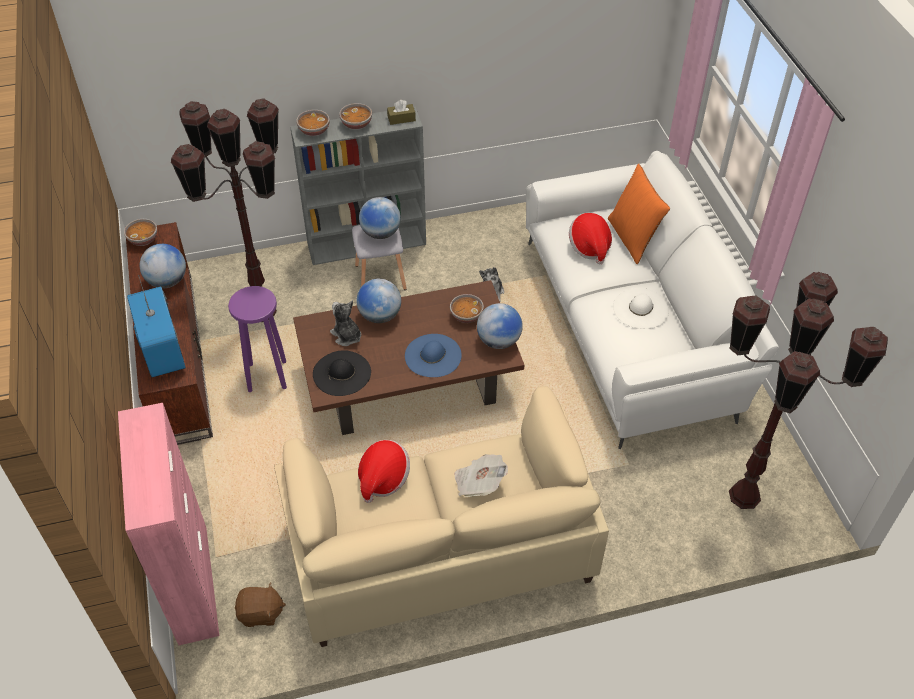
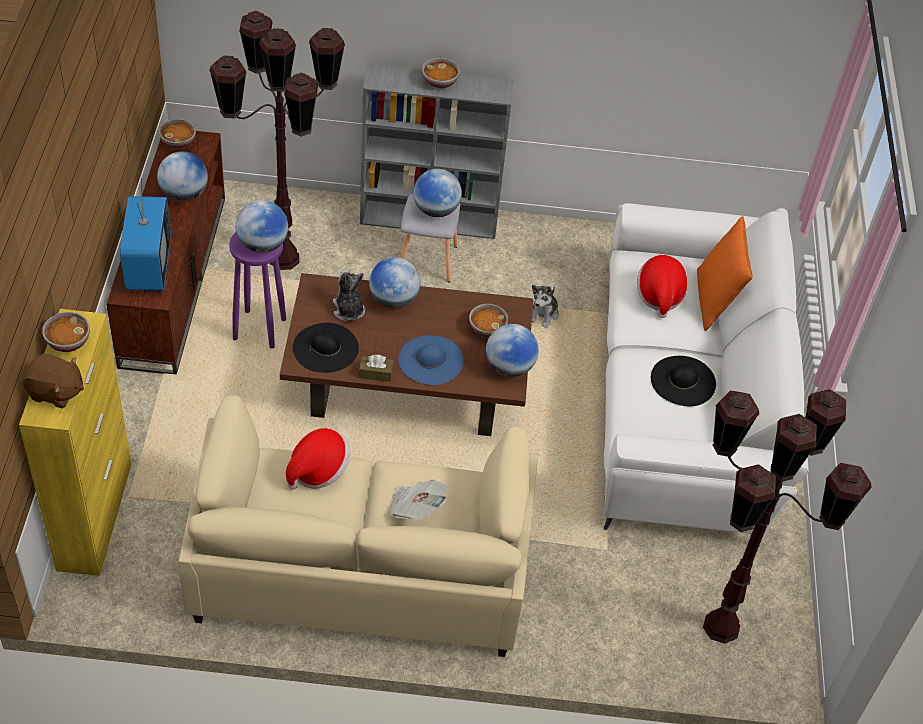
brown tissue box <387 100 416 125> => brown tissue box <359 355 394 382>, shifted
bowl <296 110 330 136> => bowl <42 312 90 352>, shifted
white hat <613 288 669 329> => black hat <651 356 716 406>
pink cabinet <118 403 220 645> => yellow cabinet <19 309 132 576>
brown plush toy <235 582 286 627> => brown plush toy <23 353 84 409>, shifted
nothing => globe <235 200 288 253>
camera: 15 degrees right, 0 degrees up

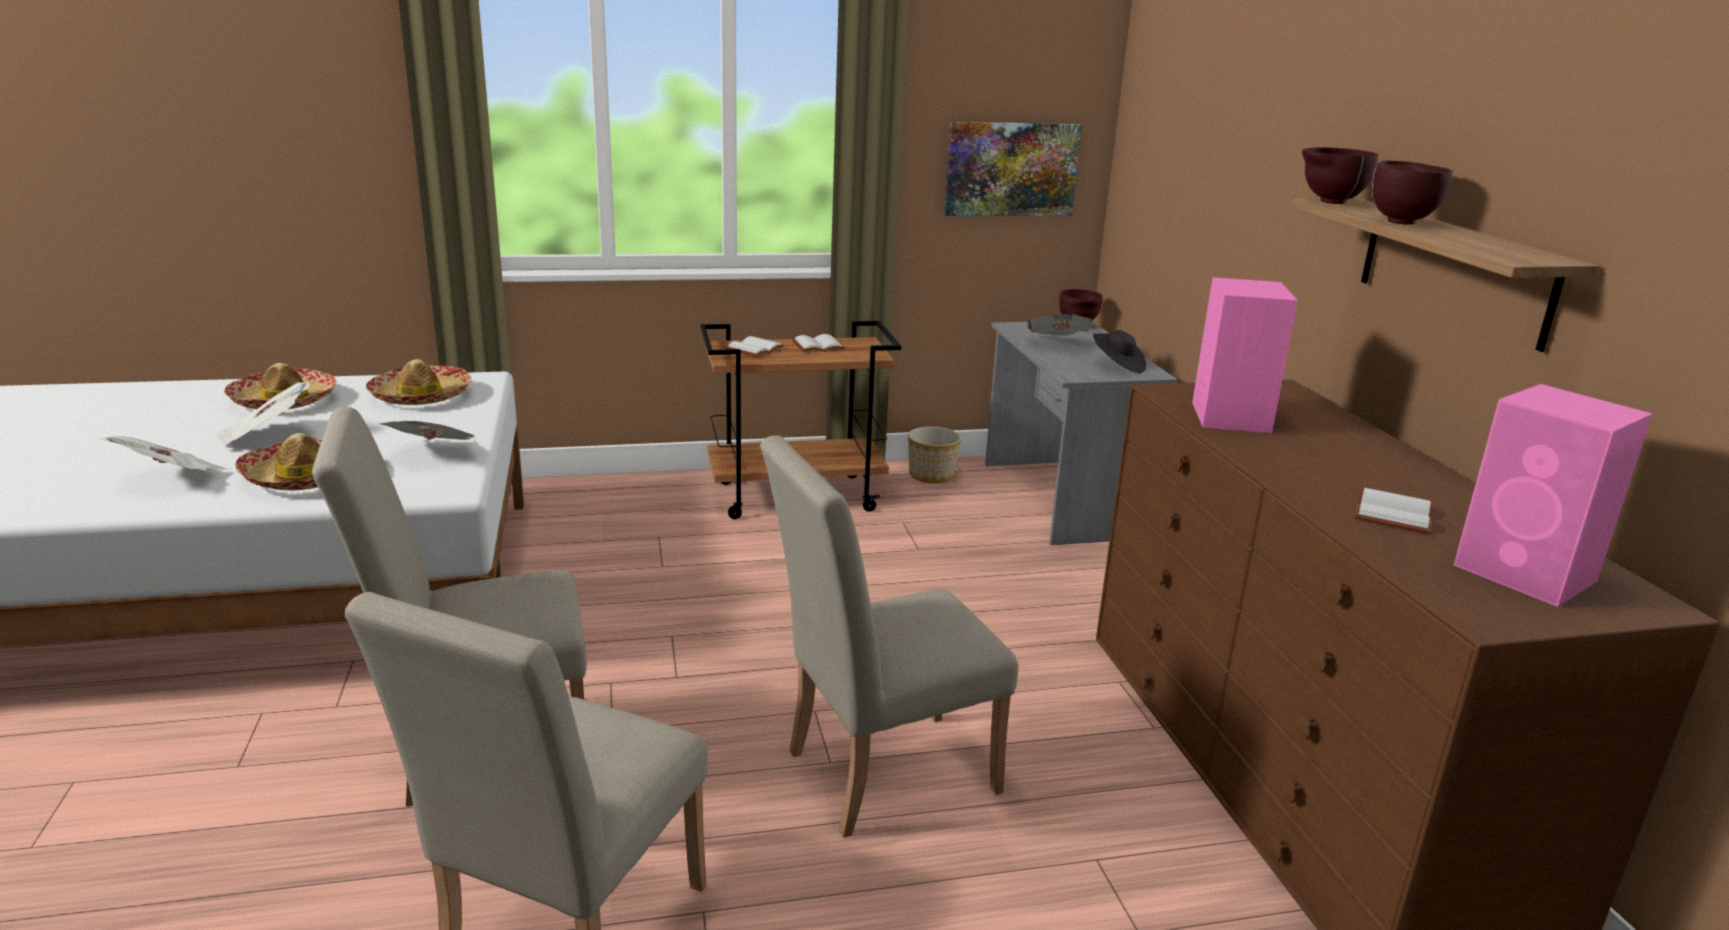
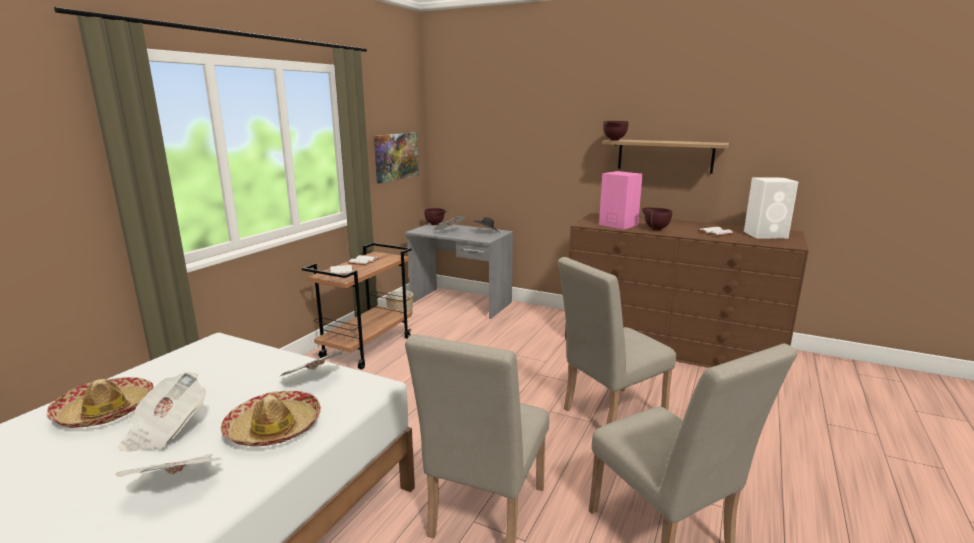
brown bowl <1371 161 1453 225> => brown bowl <642 207 672 231>, shifted
hat <366 359 471 405> => nothing
pink speaker <1454 384 1652 607> => white speaker <744 178 798 239>
beige chair <760 435 1019 838> => beige chair <558 257 676 425>, 45 degrees clockwise
camera: 50 degrees left, 5 degrees down

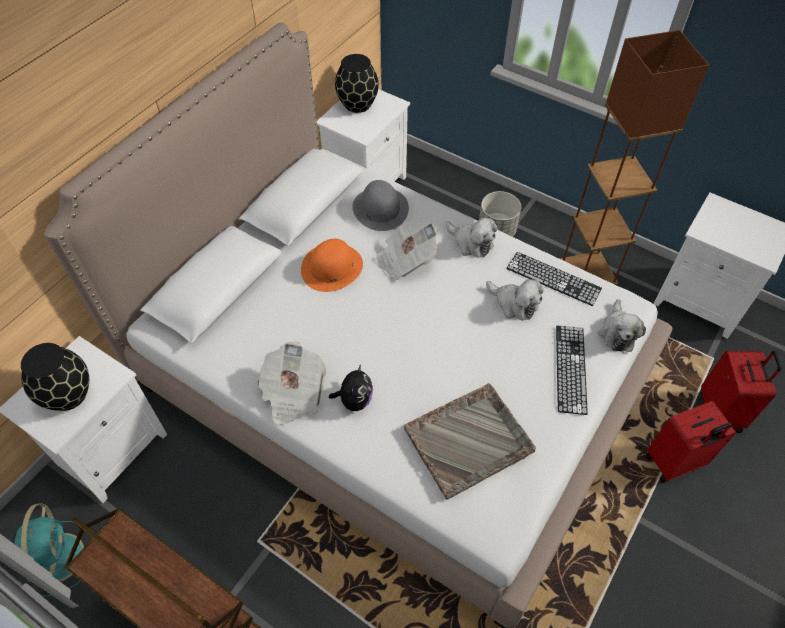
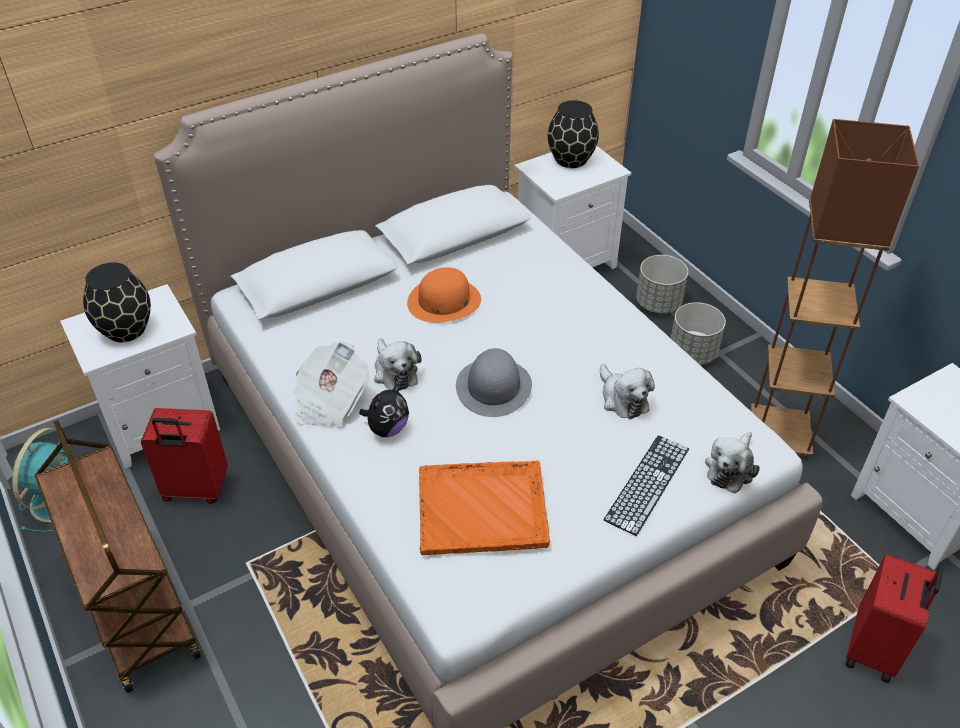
grey hat <352 180 409 231> => grey hat <456 348 532 417>, shifted
newspaper <374 218 438 280> => nothing
plush toy <445 218 497 258> => plush toy <374 338 422 391>, shifted
keyboard <506 252 602 306> => nothing
grey tray <404 383 536 500> => orange tray <419 460 550 555>
red suitcase <645 401 736 483> => red suitcase <141 408 228 504>, shifted
nothing => grey planter <636 255 688 313>
camera: 25 degrees right, 10 degrees down

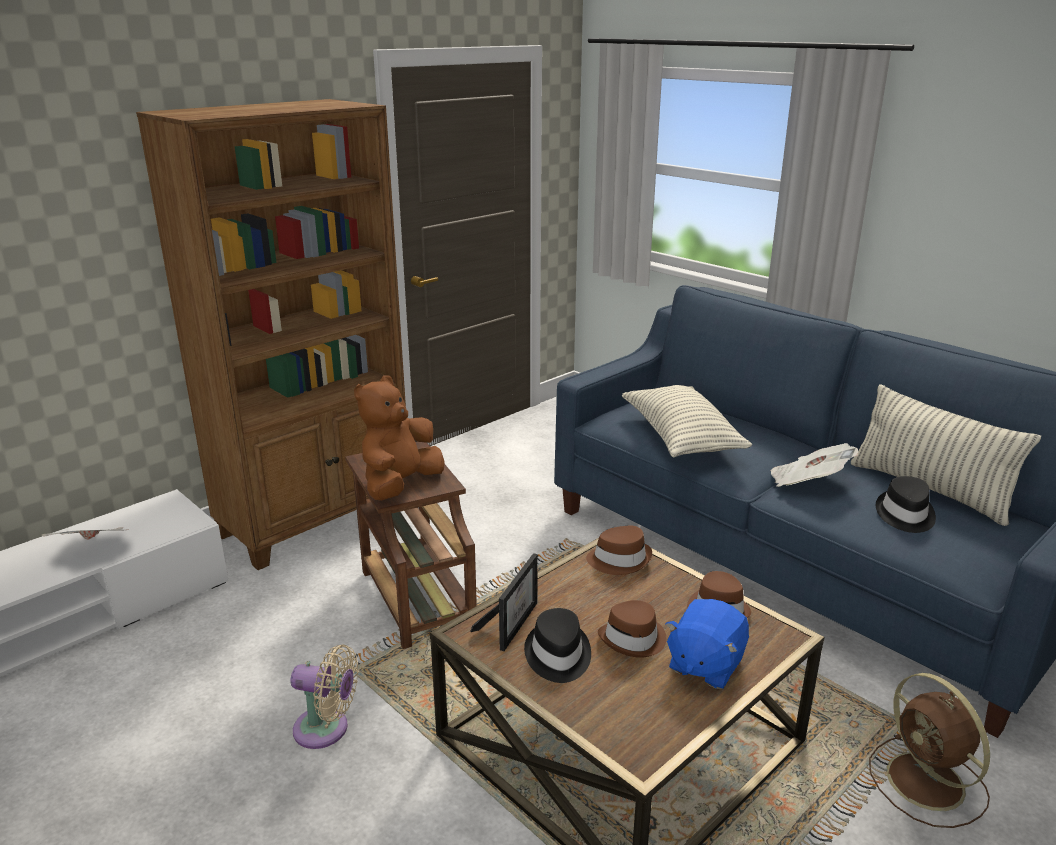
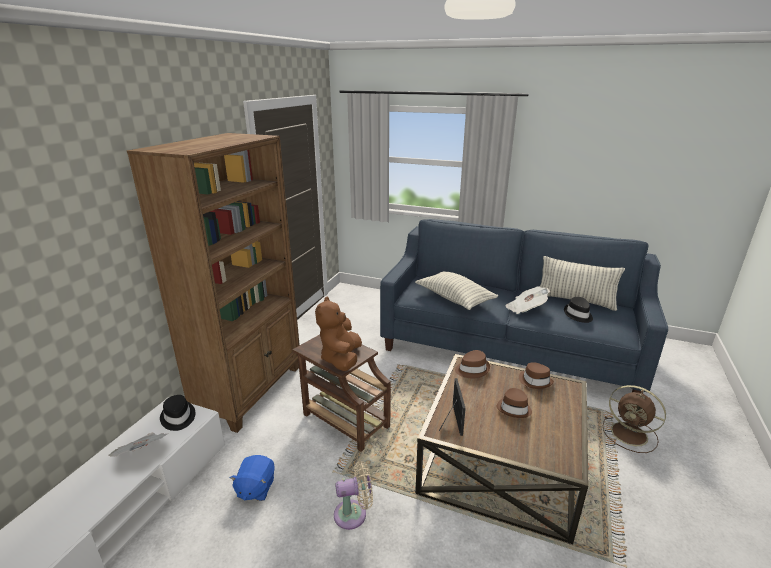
blue plush toy <665 599 749 689> => blue plush toy <230 455 275 501>, shifted
black hat <524 608 591 683> => black hat <160 395 195 431>, shifted
camera: 25 degrees left, 0 degrees up

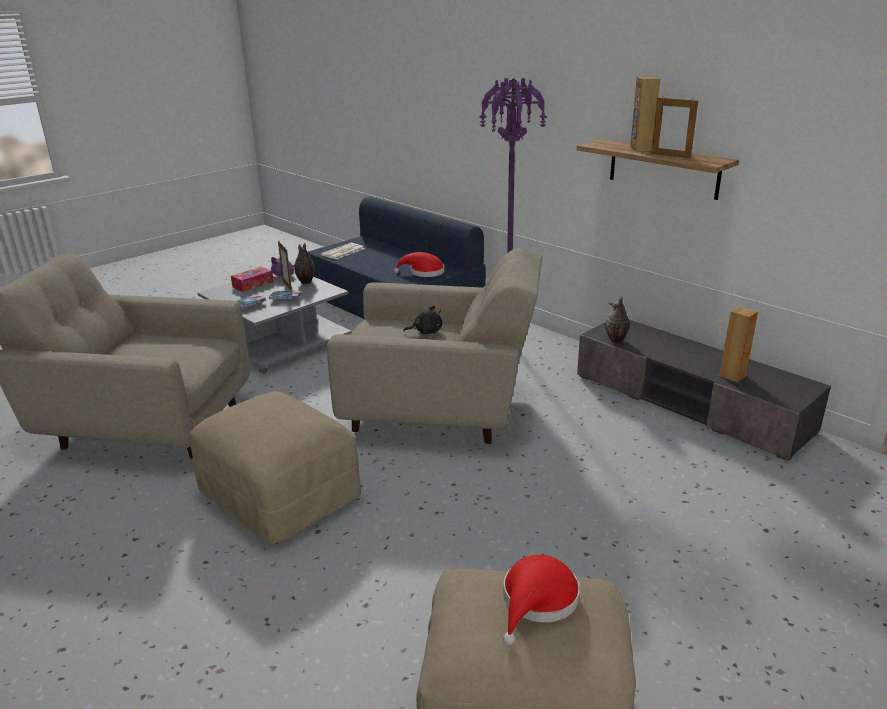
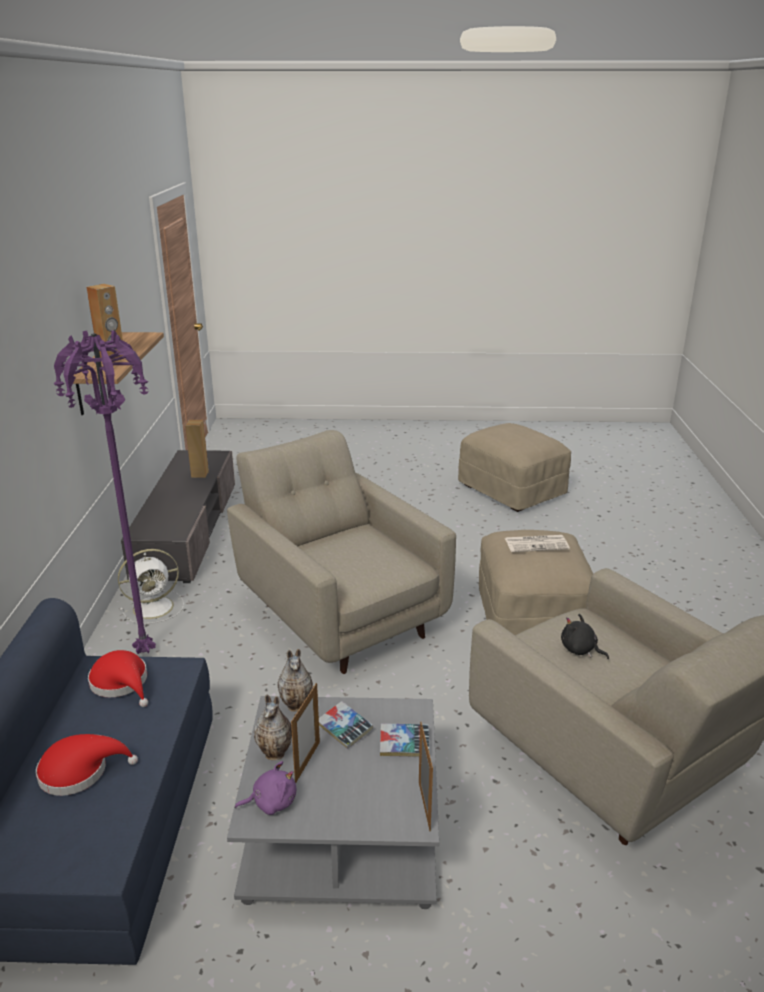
picture frame <651 97 698 159> => picture frame <419 721 433 831>, shifted
newspaper <321 243 365 259> => newspaper <505 535 570 552>, shifted
tissue box <231 266 274 292> => nothing
vase <605 296 630 344> => vase <277 649 313 712>, shifted
black plush toy <403 306 442 334> => black plush toy <561 614 609 659>, shifted
red hat <503 555 580 645> => red hat <36 734 138 796>, shifted
nothing => white fan <118 549 184 624>
camera: 135 degrees left, 0 degrees up

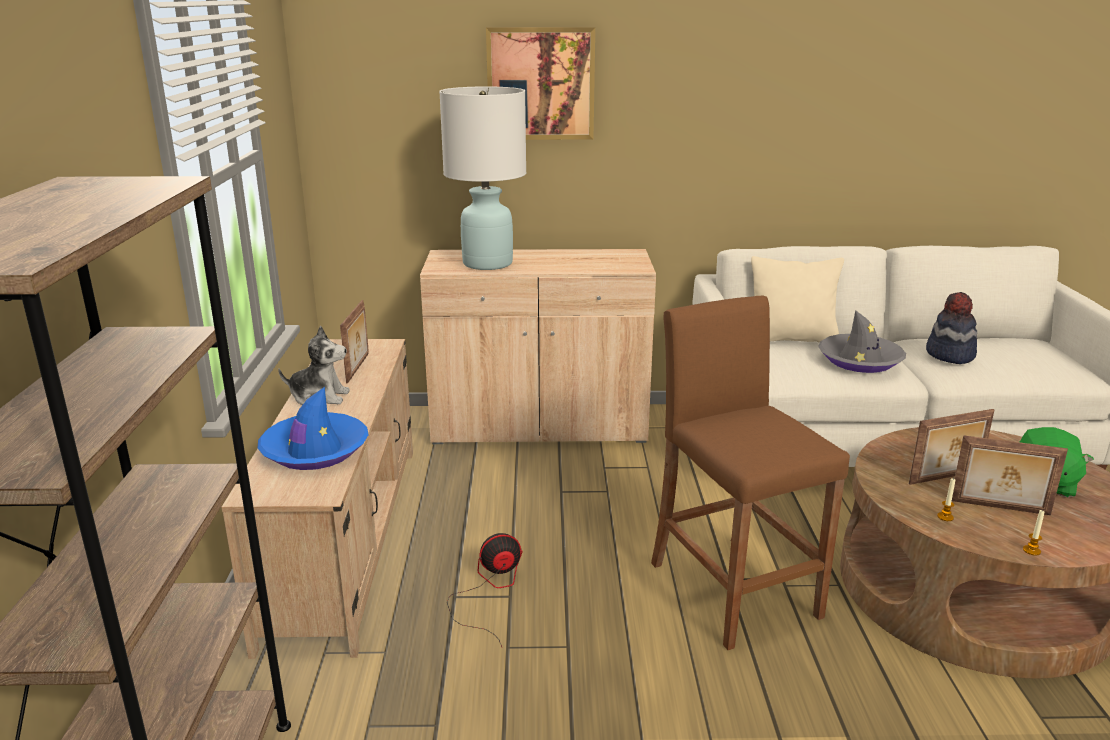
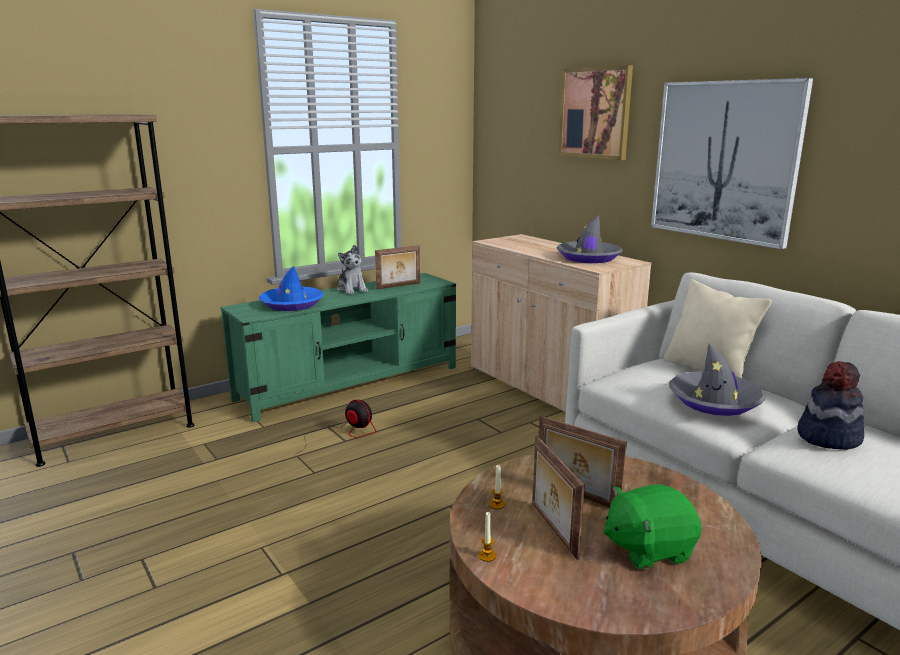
white table lamp <439 86 526 270> => nothing
brown stool <651 296 850 650> => nothing
beige tv stand <221 339 413 659> => green tv stand <221 273 456 422>
nothing => picture <651 78 813 249>
nothing => grey hat <557 215 623 263>
camera: 55 degrees right, 5 degrees down

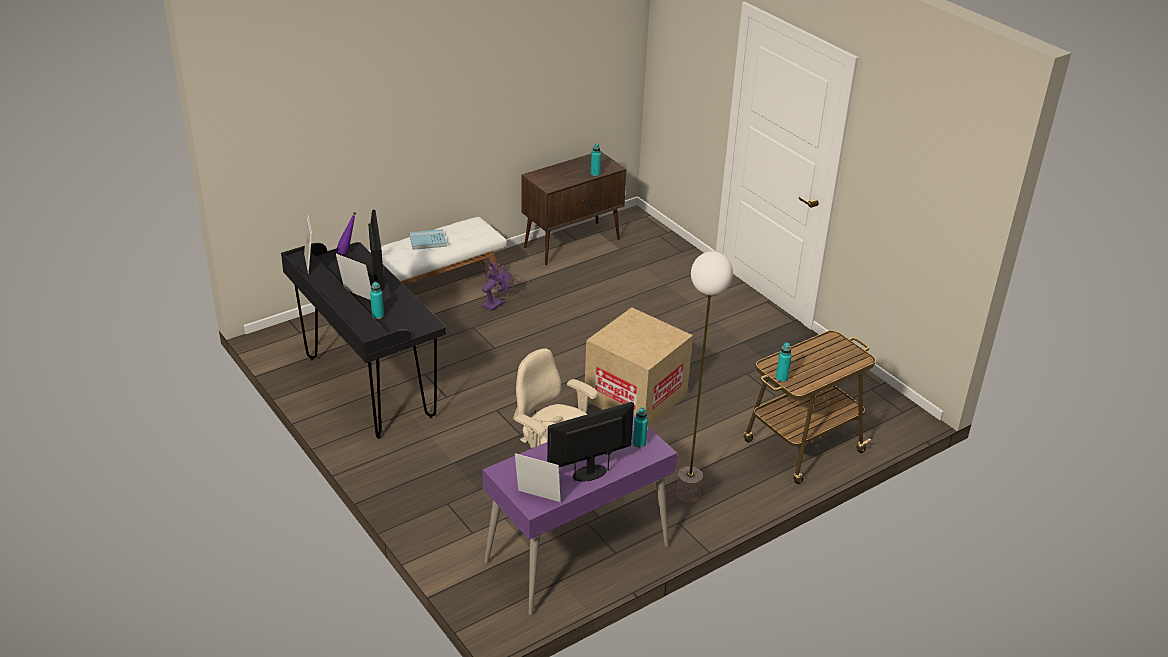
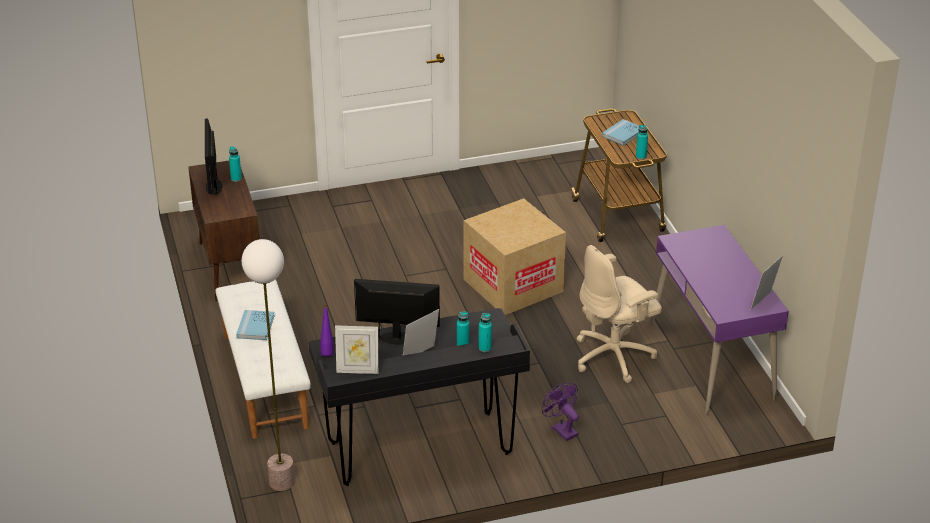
floor lamp <676 251 733 503> => floor lamp <242 239 295 491>, shifted
purple fan <482 262 514 311> => purple fan <542 383 579 441>, shifted
monitor <547 402 634 482> => monitor <205 118 222 195>, shifted
turquoise bottle <633 407 648 448> => turquoise bottle <479 313 492 352>, shifted
nothing => blue book <602 119 639 146>
camera: 70 degrees left, 0 degrees up

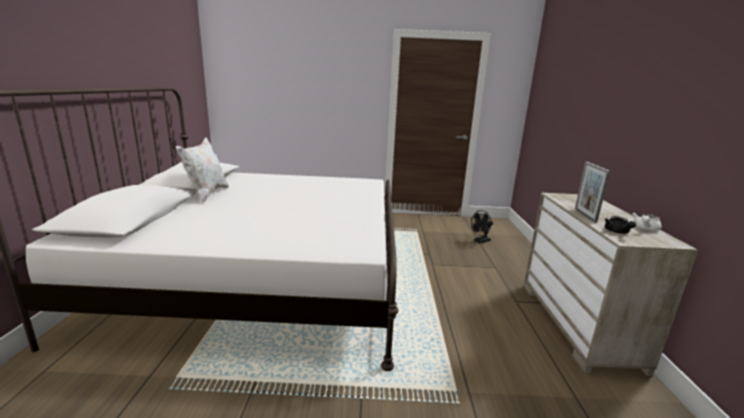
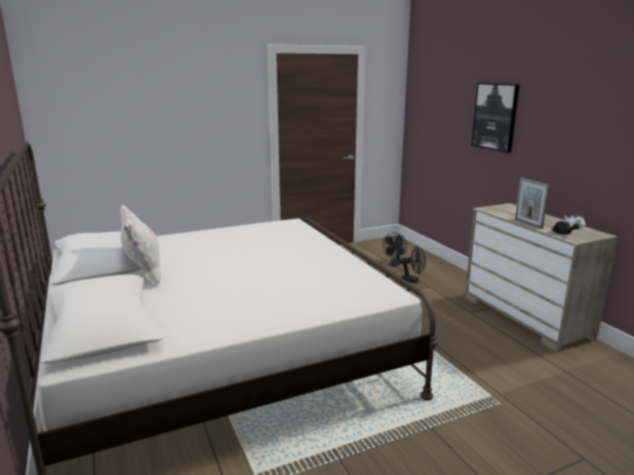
nothing => picture <472 83 520 153>
nothing => black fan <399 245 426 283>
camera: 25 degrees left, 0 degrees up

